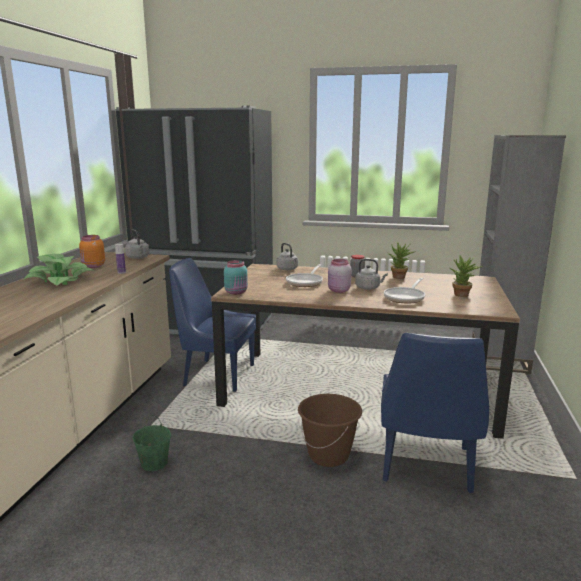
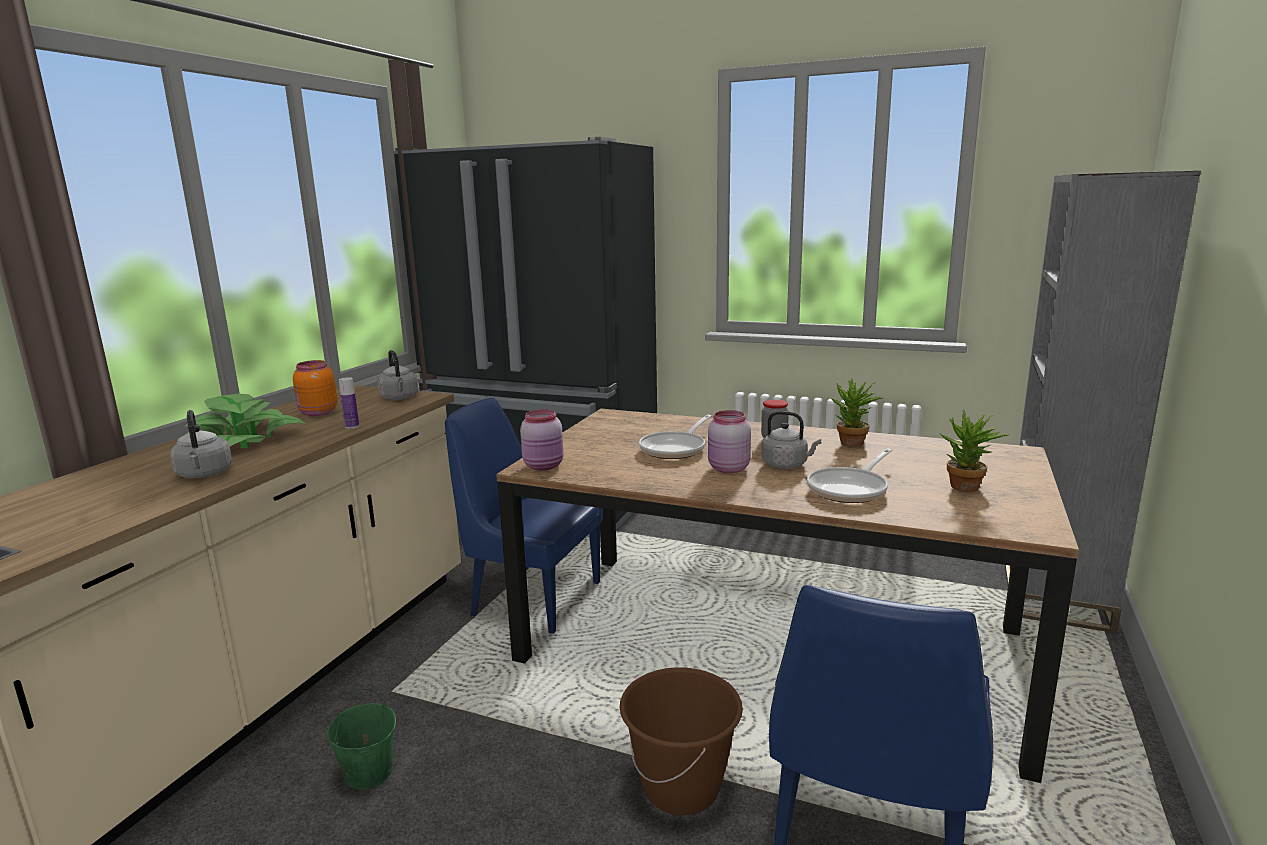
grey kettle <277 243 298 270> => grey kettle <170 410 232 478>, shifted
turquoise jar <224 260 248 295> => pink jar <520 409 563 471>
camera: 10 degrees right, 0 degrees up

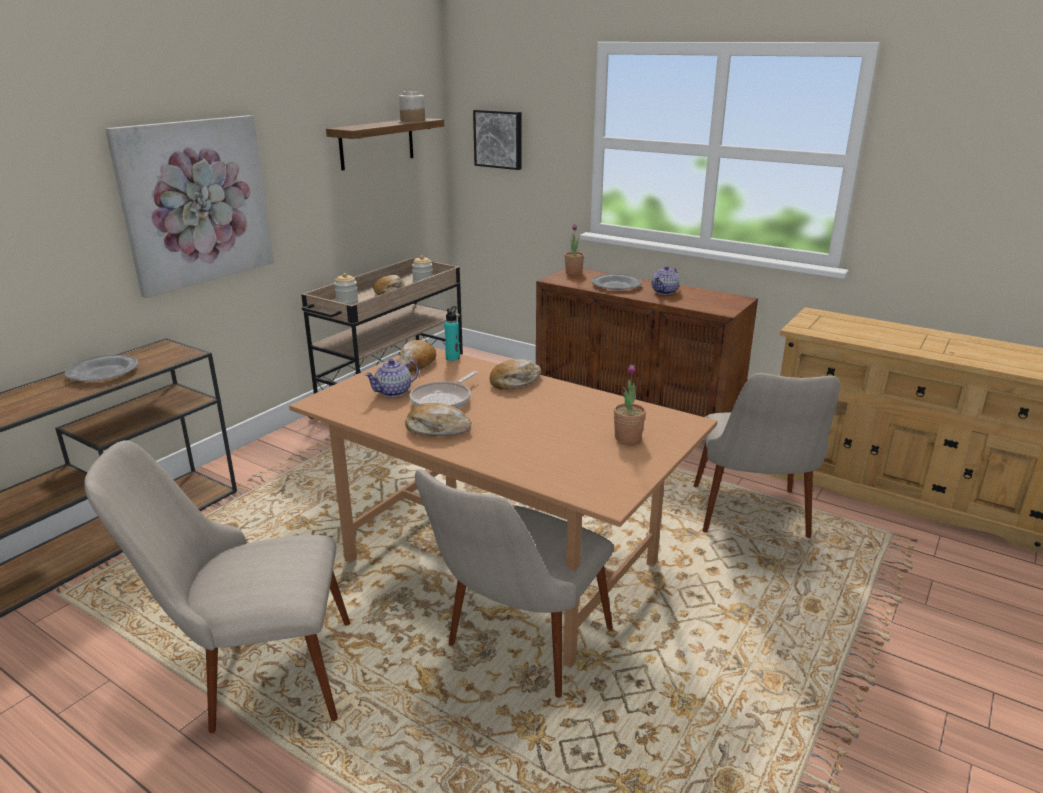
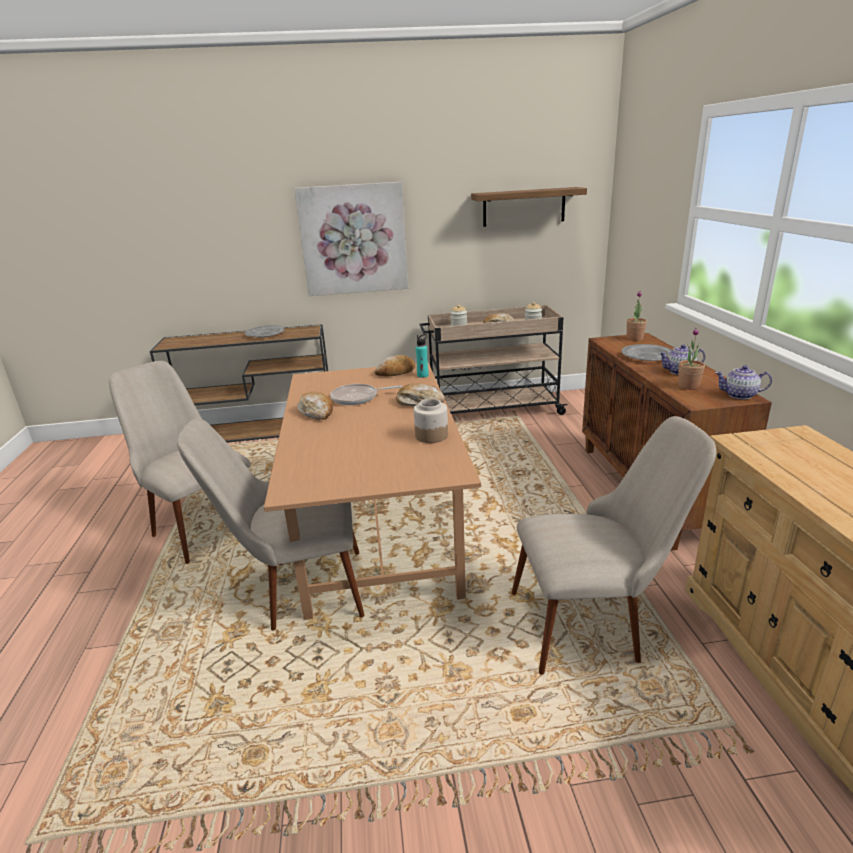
jar <399 91 425 122> => jar <414 399 448 443>, shifted
picture <473 110 522 170> => nothing
teapot <365 359 419 397> => teapot <715 365 772 400>, shifted
potted plant <614 365 646 444> => potted plant <678 328 705 390>, shifted
beige chair <694 373 840 538> => beige chair <512 416 716 675>, 150 degrees counterclockwise
camera: 50 degrees right, 0 degrees up

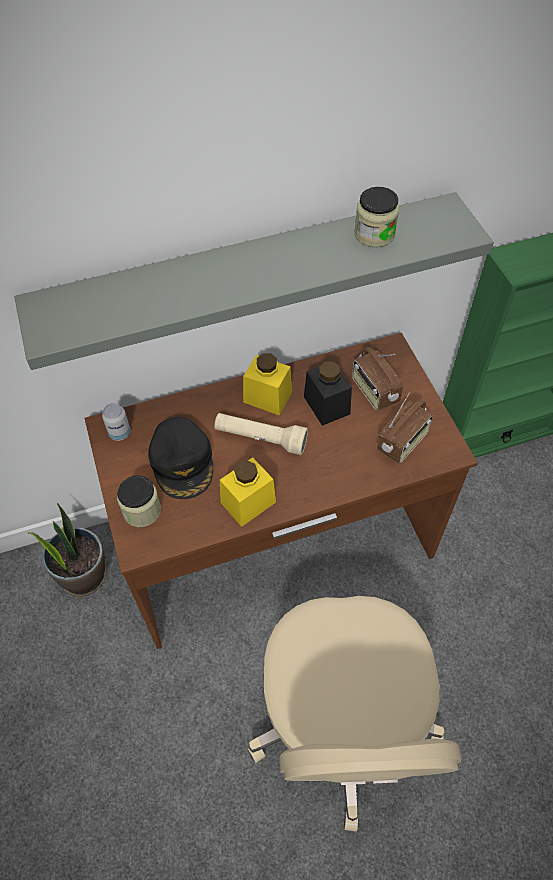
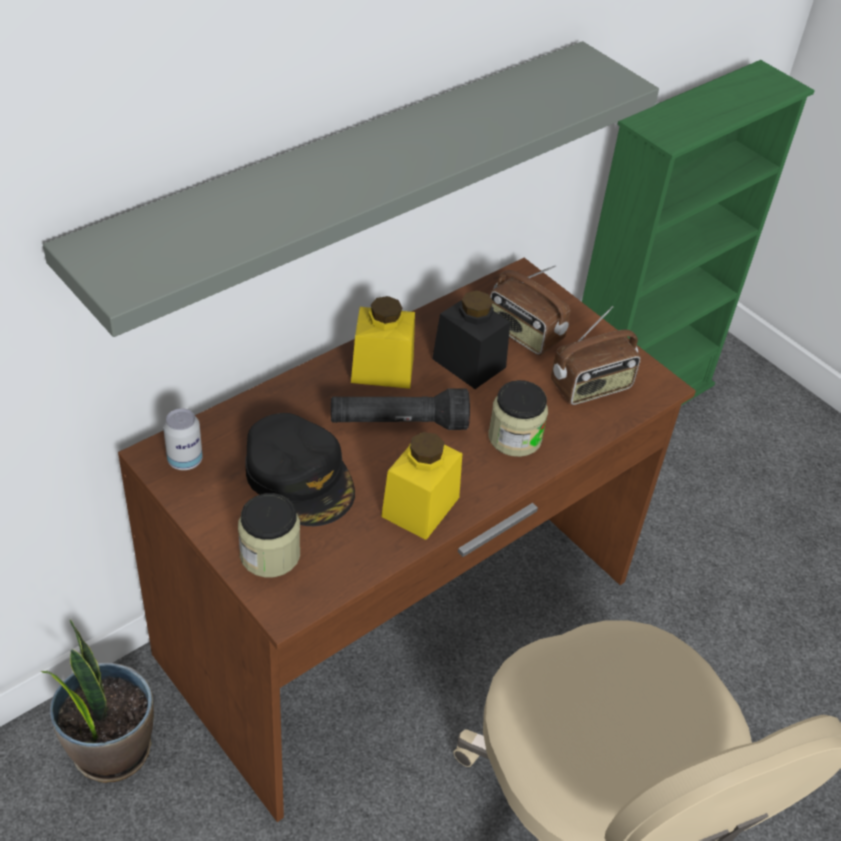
jar <354 187 399 247> => jar <489 380 548 457>, shifted
radio <377 394 433 464> => radio <551 306 641 405>, 45 degrees clockwise
beige flashlight <214 413 308 455> => black flashlight <331 389 470 430>
camera: 25 degrees left, 10 degrees down

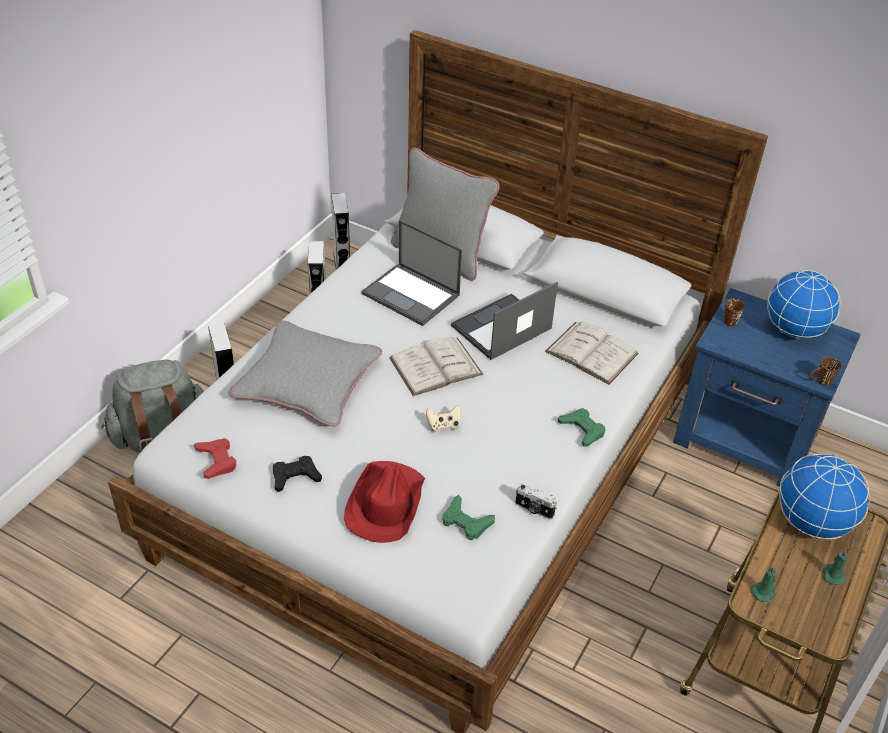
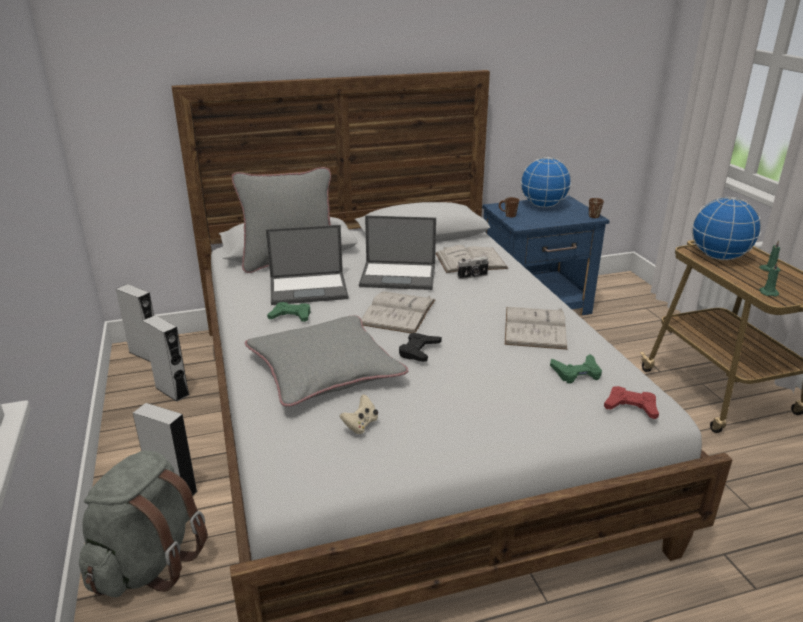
laptop <451 282 558 360> => laptop <359 215 436 290>, 90 degrees counterclockwise
beige game controller <426 405 461 432> => beige game controller <340 394 378 434>, shifted
green game controller <558 408 606 447> => green game controller <267 302 310 322>, shifted
red game controller <194 438 237 479> => red game controller <604 386 659 419>, shifted
black game controller <273 456 322 492> => black game controller <399 333 442 362>, shifted
red hat <344 461 425 543> => nothing
photo camera <515 484 557 519> => photo camera <457 256 489 279>, shifted
nothing => white book <505 307 567 350>
camera: 45 degrees left, 15 degrees down

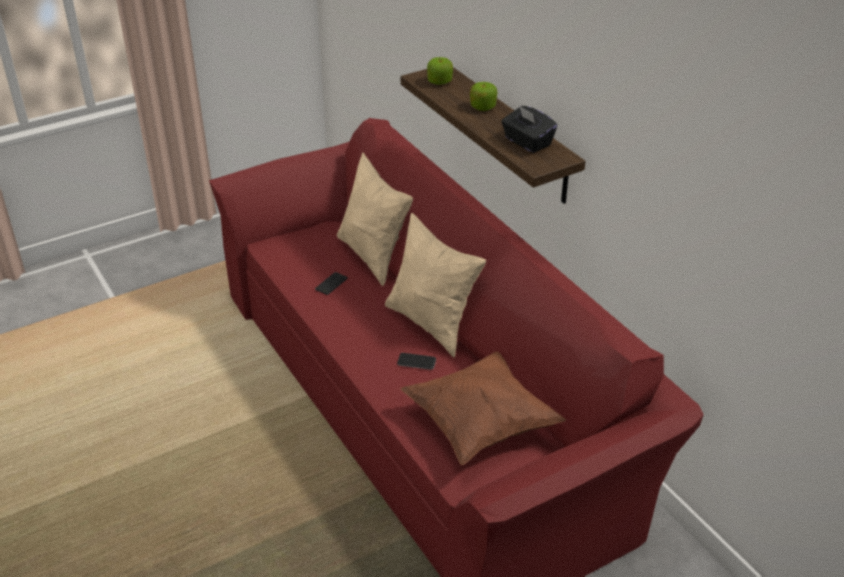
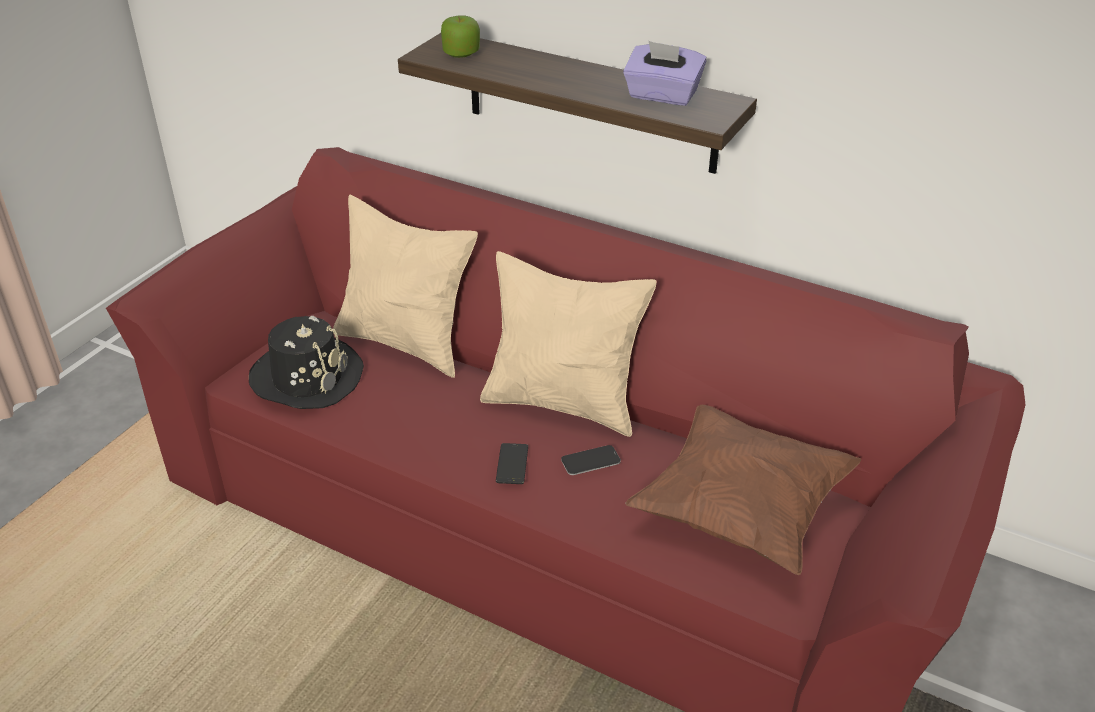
apple <470 82 497 111> => nothing
black tissue box <501 105 557 153> => purple tissue box <623 41 707 106>
phone <315 272 348 295> => phone <496 443 528 484>, shifted
nothing => black hat <249 316 364 409>
camera: 30 degrees left, 0 degrees up

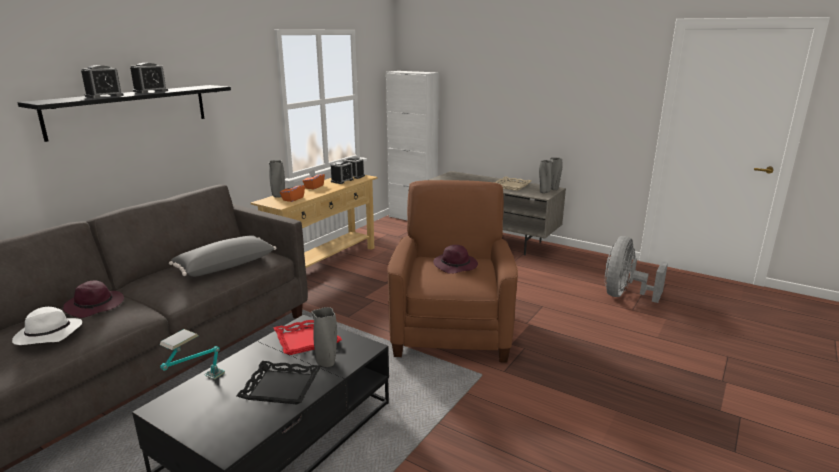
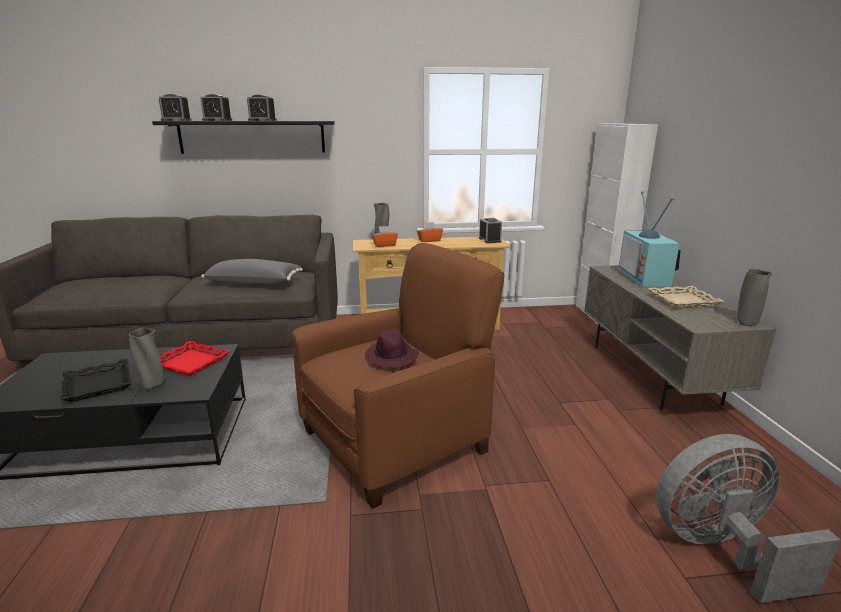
grey vase <539 160 553 193> => nothing
alarm clock <331 161 354 184> => alarm clock <159 94 192 121>, shifted
purple hat <63 280 124 318> => nothing
white hat <12 307 82 345> => nothing
table lamp <160 329 225 380> => nothing
nothing => television <618 191 680 287>
camera: 50 degrees right, 0 degrees up

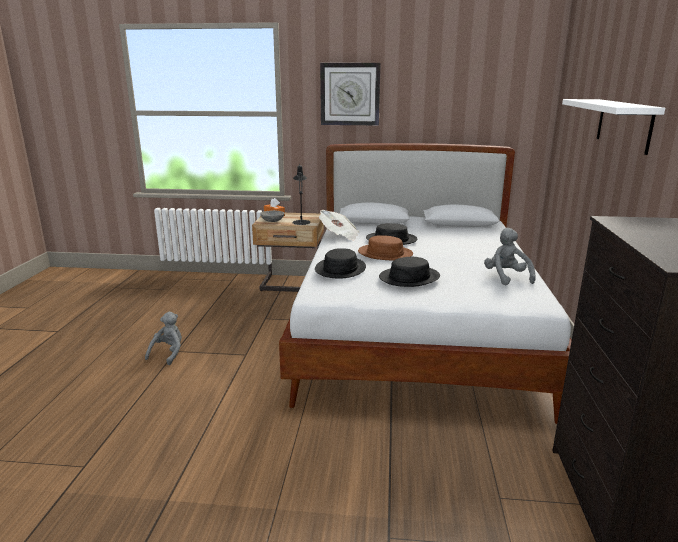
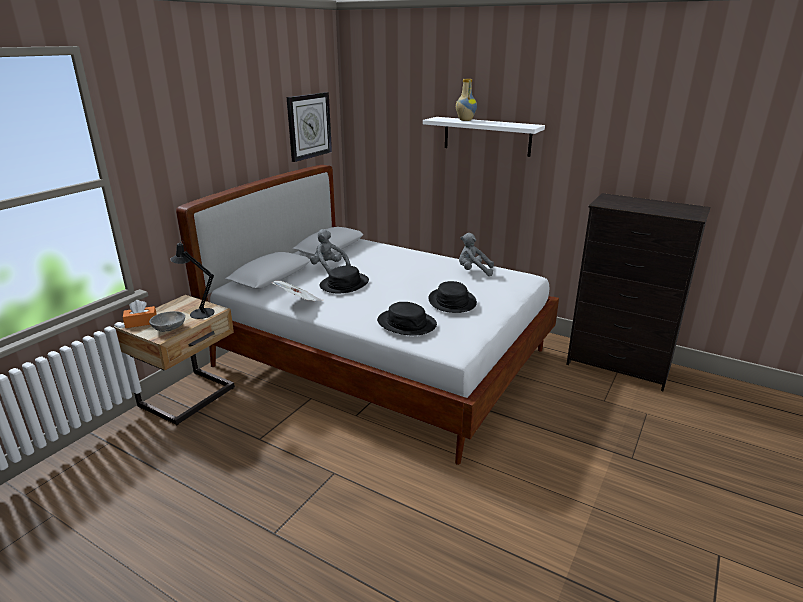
wall clock <320 63 381 125> => wall clock <287 92 332 162>, shifted
brown hat <358 235 413 261> => nothing
grey plush toy <145 312 182 365> => grey plush toy <310 229 351 274>, shifted
nothing => vase <456 79 477 121>
camera: 65 degrees left, 5 degrees up

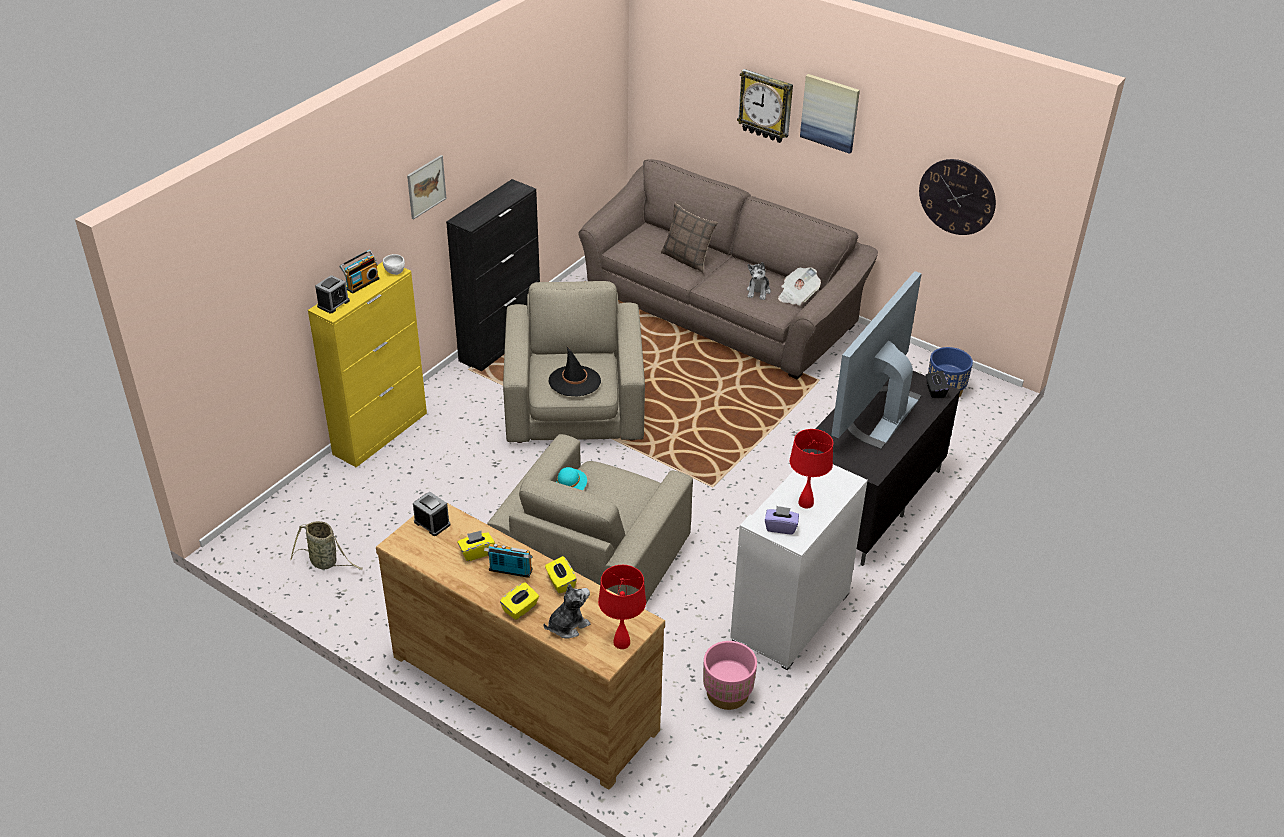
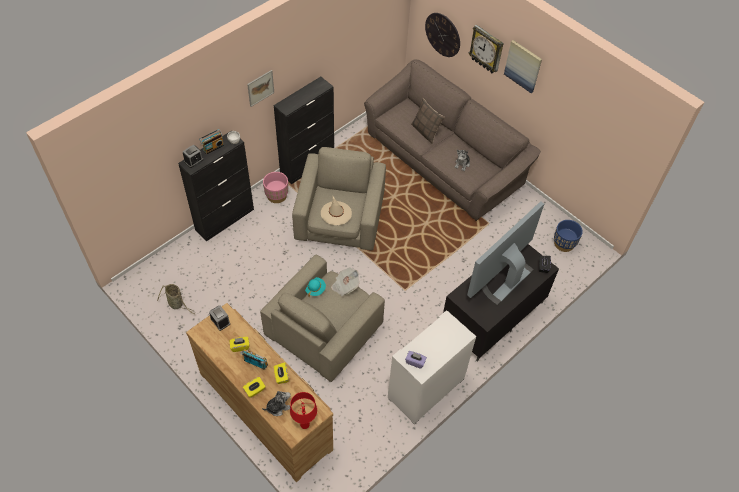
wall clock <919 159 996 235> => wall clock <425 13 460 57>, shifted
yellow cabinet <308 262 427 467> => black cabinet <178 131 254 242>
newspaper <778 268 821 306> => newspaper <331 267 360 297>, shifted
black hat <548 347 601 397> => beige hat <321 196 352 225>
red table lamp <789 429 833 508> => nothing
pink planter <703 641 757 710> => pink planter <263 172 288 203>, shifted
camera: 10 degrees right, 15 degrees up

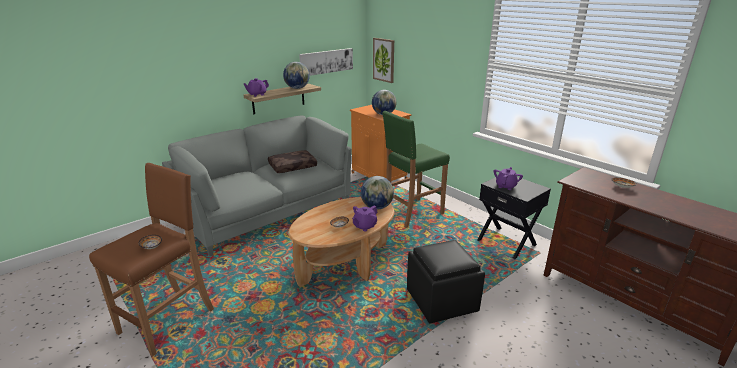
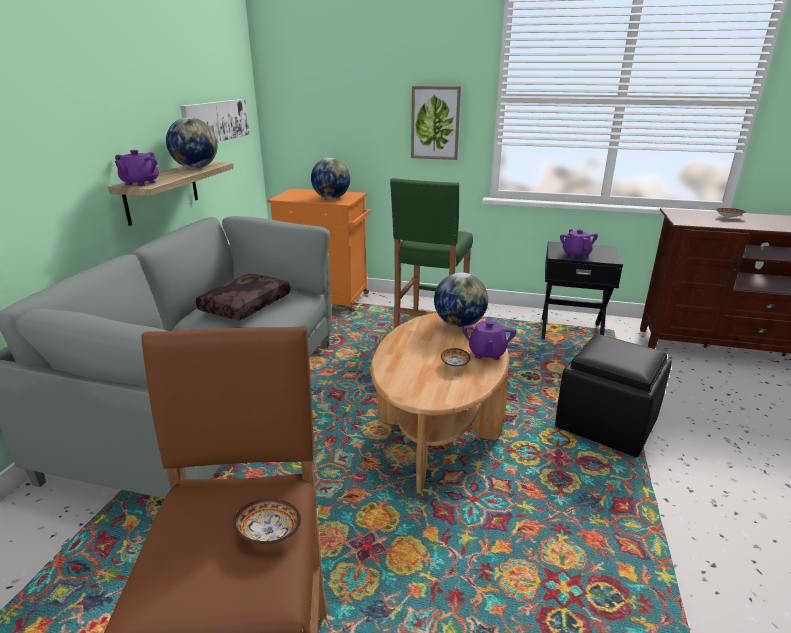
picture <373 38 394 83> => picture <411 86 461 160>, shifted
camera: 35 degrees left, 0 degrees up

